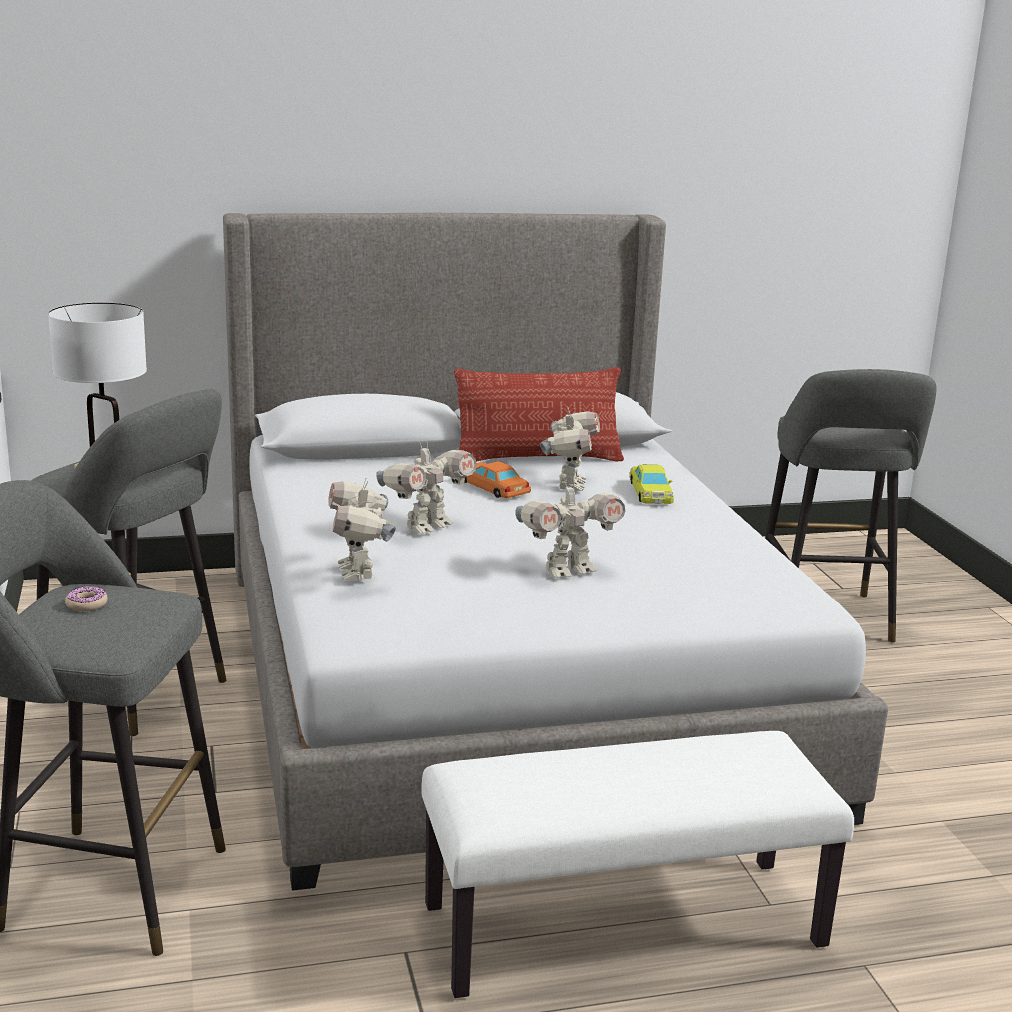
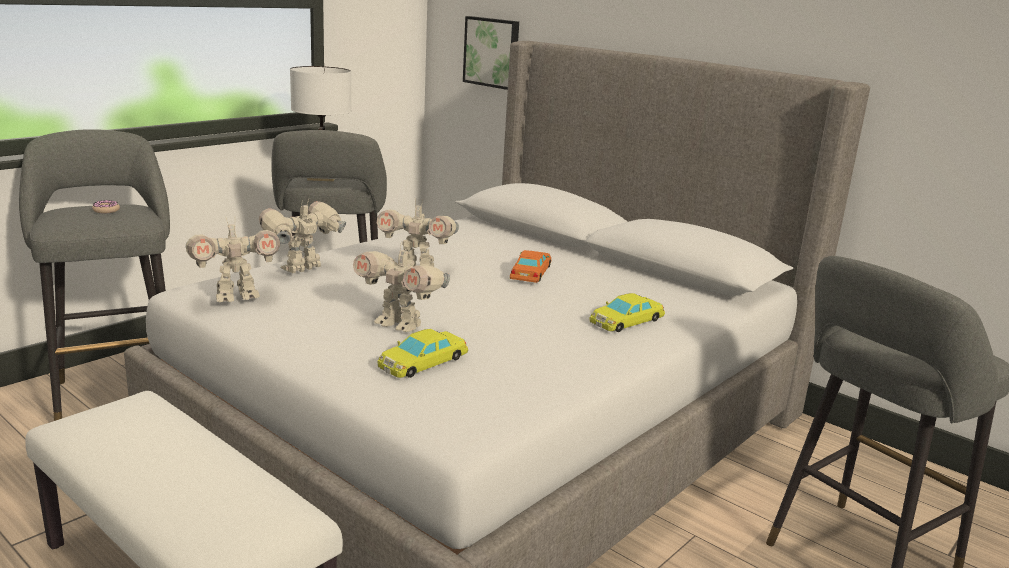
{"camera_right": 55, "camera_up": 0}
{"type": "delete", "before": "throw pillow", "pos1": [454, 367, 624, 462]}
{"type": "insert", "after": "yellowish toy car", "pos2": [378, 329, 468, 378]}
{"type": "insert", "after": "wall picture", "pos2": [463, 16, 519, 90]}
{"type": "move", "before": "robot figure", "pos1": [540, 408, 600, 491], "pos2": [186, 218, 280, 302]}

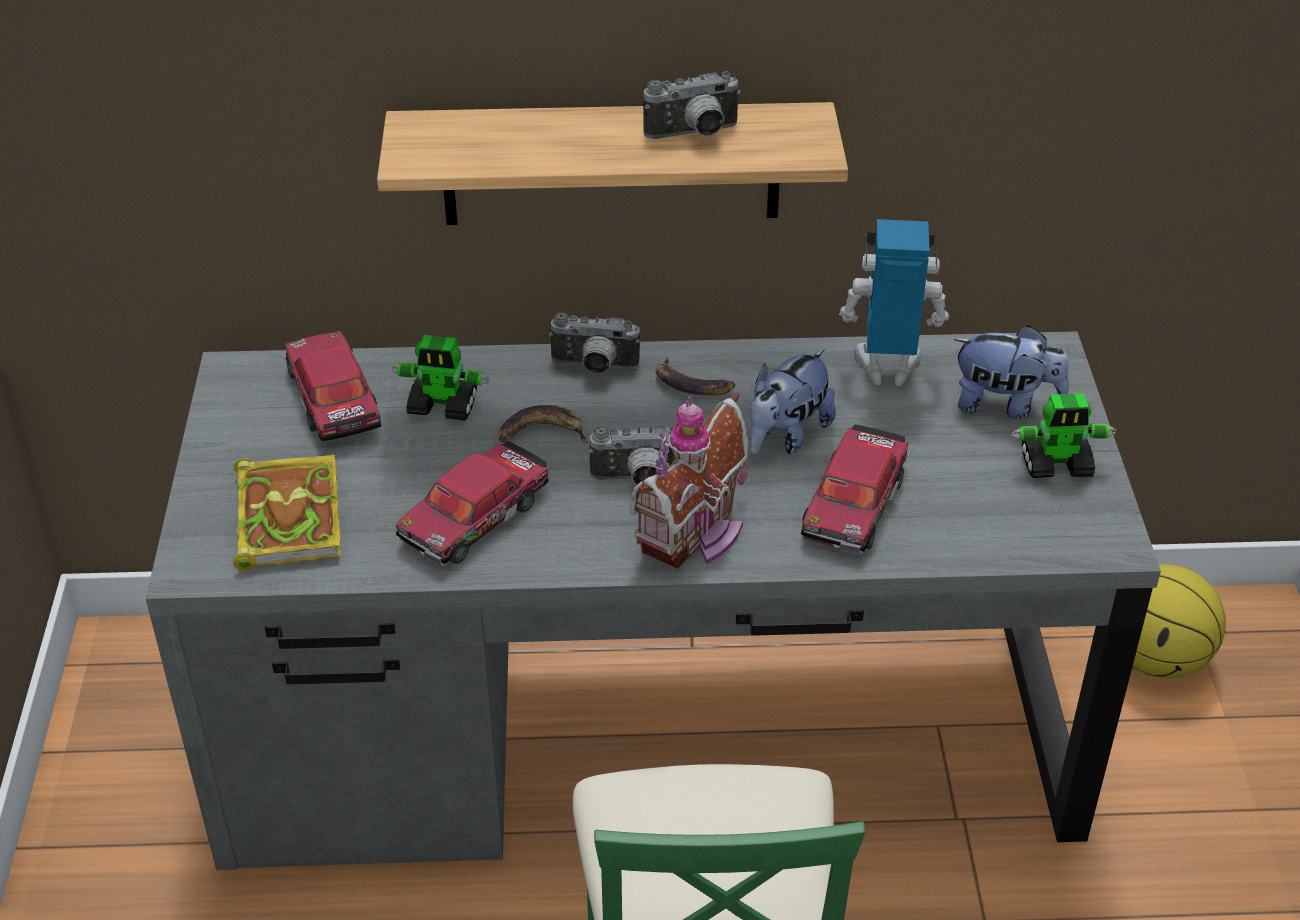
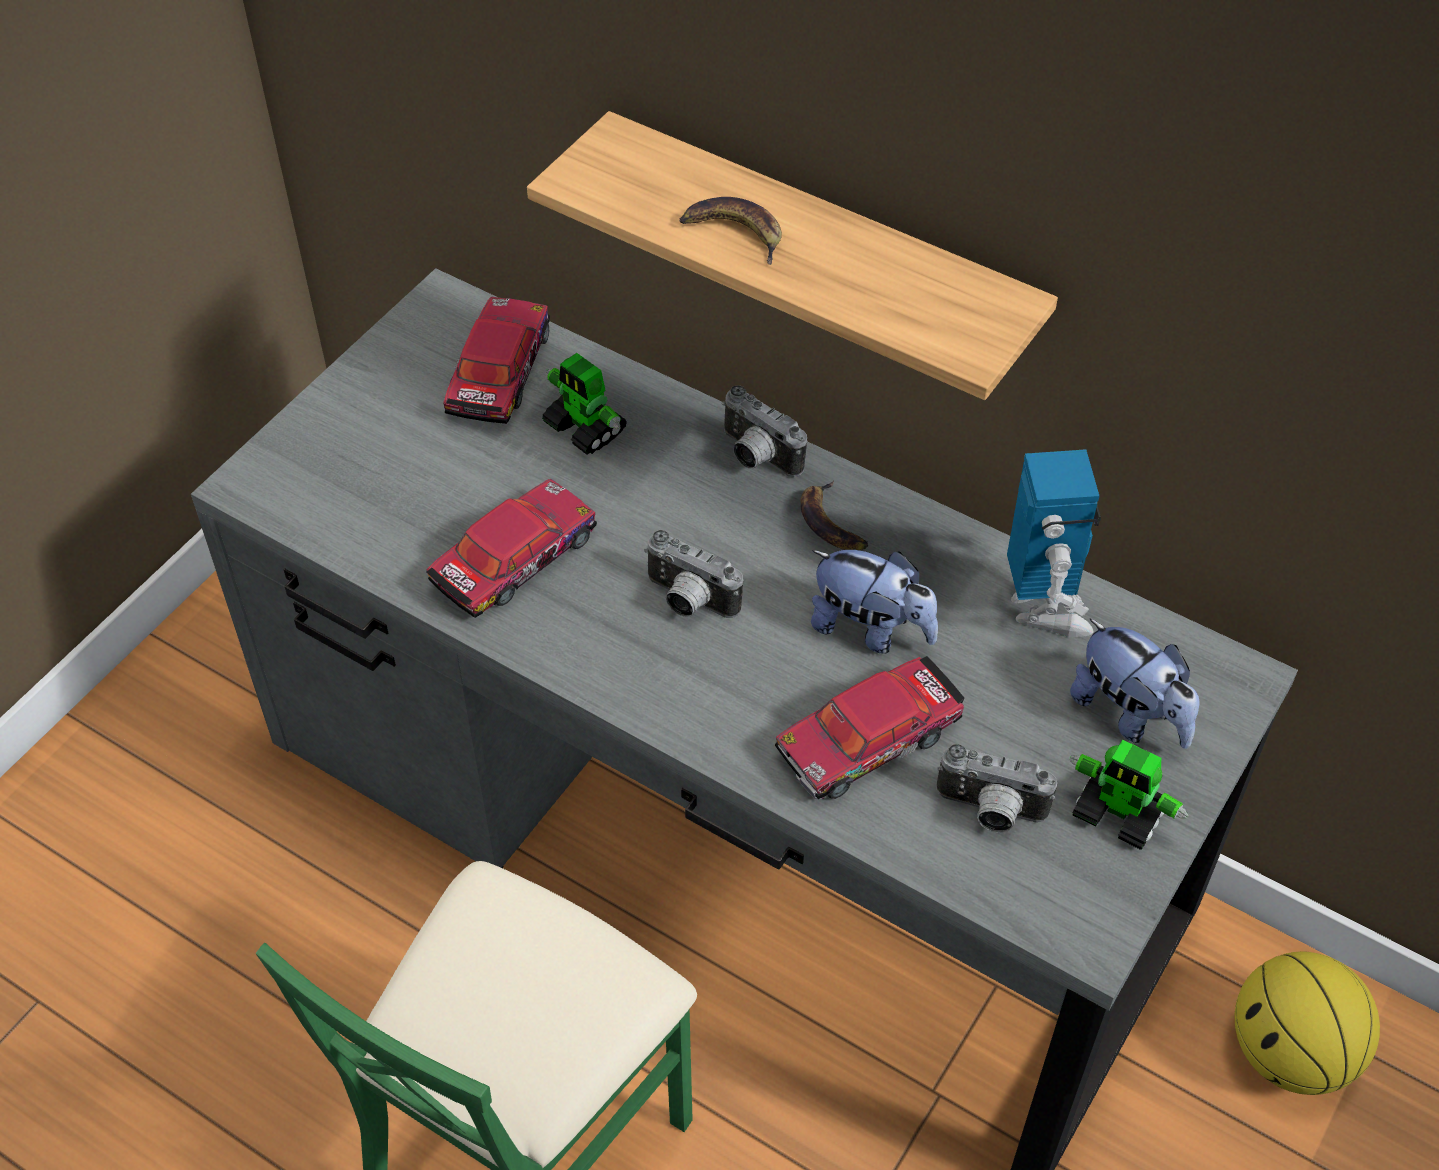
{"camera_right": 35, "camera_up": 10}
{"type": "delete", "before": "bound book", "pos1": [233, 454, 341, 571]}
{"type": "delete", "before": "model house", "pos1": [630, 392, 749, 569]}
{"type": "move", "before": "whole banana", "pos1": [498, 405, 588, 443], "pos2": [680, 197, 782, 265]}
{"type": "move", "before": "photo camera", "pos1": [643, 72, 741, 139], "pos2": [936, 744, 1057, 833]}
{"type": "rotate", "before": "toy car", "pos1": [396, 440, 549, 566], "pos2": [426, 479, 597, 618], "turn": 150}
{"type": "rotate", "before": "plush toy", "pos1": [750, 349, 836, 454], "pos2": [811, 550, 938, 654], "turn": -135}
{"type": "rotate", "before": "robot figure", "pos1": [839, 219, 949, 386], "pos2": [1007, 449, 1101, 637], "turn": 45}

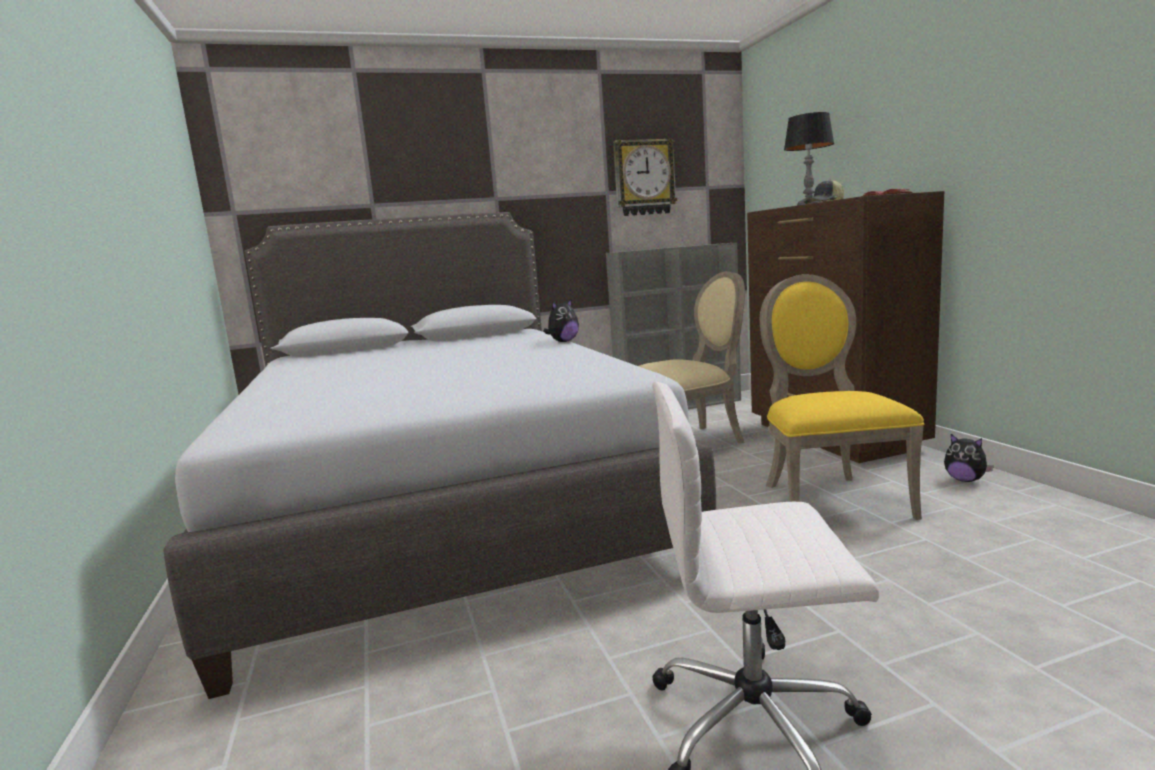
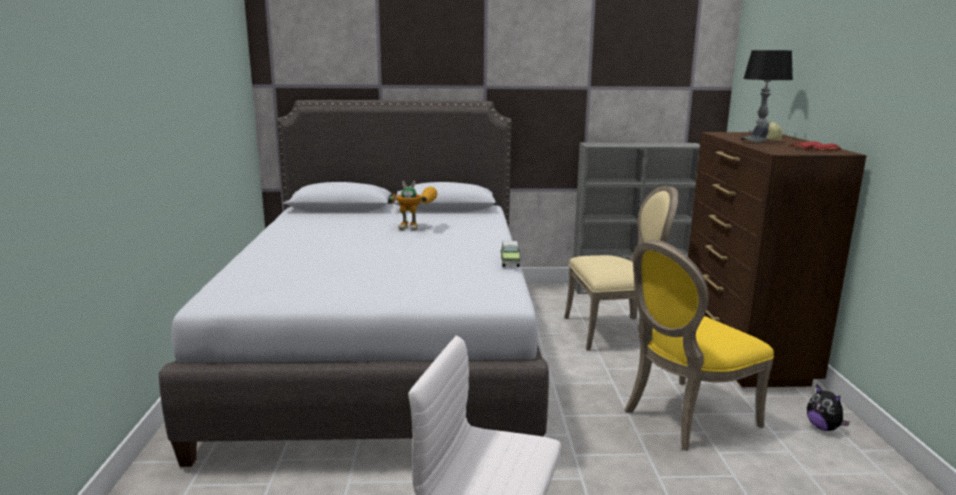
{"camera_right": 15, "camera_up": 5}
{"type": "delete", "before": "plush toy", "pos1": [543, 298, 579, 342]}
{"type": "delete", "before": "clock on the wall", "pos1": [613, 138, 677, 216]}
{"type": "insert", "after": "robot figure", "pos2": [389, 181, 438, 231]}
{"type": "insert", "after": "toy car", "pos2": [500, 241, 521, 267]}
{"type": "rotate", "before": "yellowish upright chair", "pos1": [760, 274, 924, 520], "pos2": [624, 240, 774, 451], "turn": -135}

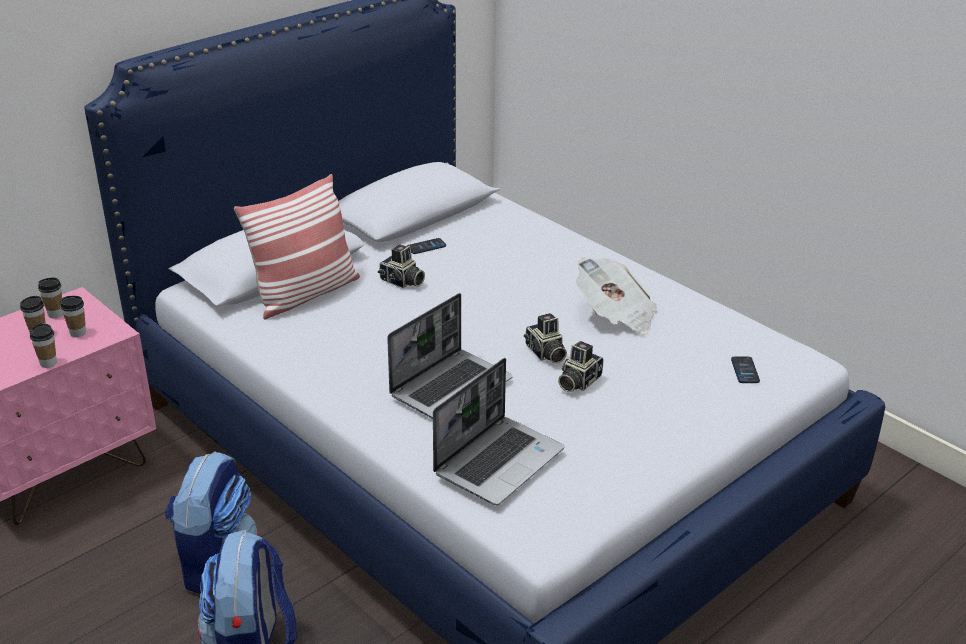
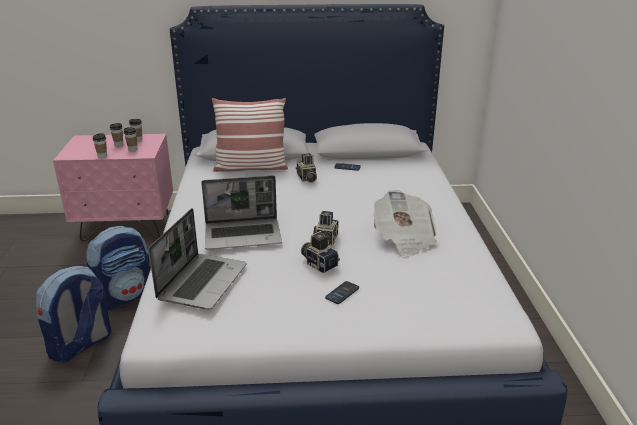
{"camera_right": 40, "camera_up": -5}
{"type": "move", "before": "telephone", "pos1": [731, 357, 760, 383], "pos2": [325, 281, 359, 304]}
{"type": "rotate", "before": "notebook computer", "pos1": [433, 358, 565, 505], "pos2": [149, 208, 247, 310], "turn": -60}
{"type": "rotate", "before": "photo camera", "pos1": [558, 341, 604, 392], "pos2": [301, 231, 340, 273], "turn": 60}

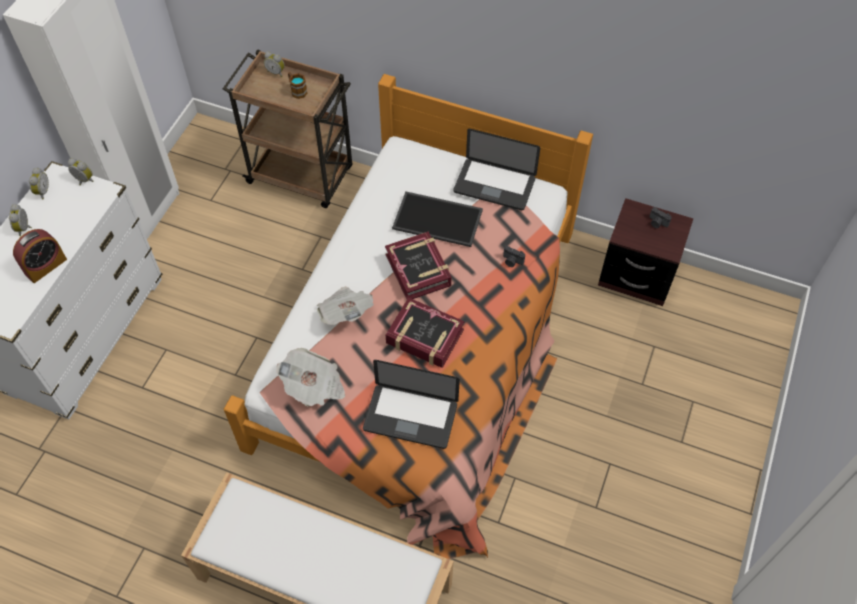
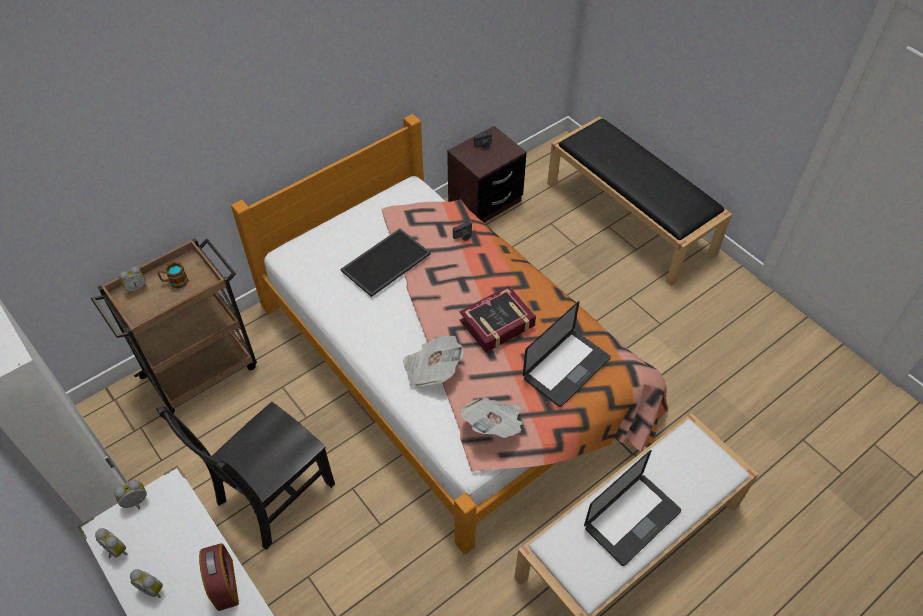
{"camera_right": -60, "camera_up": -5}
{"type": "delete", "before": "bound book", "pos1": [385, 232, 452, 299]}
{"type": "insert", "after": "blackish upright chair", "pos2": [157, 402, 335, 549]}
{"type": "insert", "after": "blackish long seat", "pos2": [547, 116, 732, 286]}
{"type": "move", "before": "notebook computer", "pos1": [453, 129, 540, 210], "pos2": [584, 450, 681, 566]}

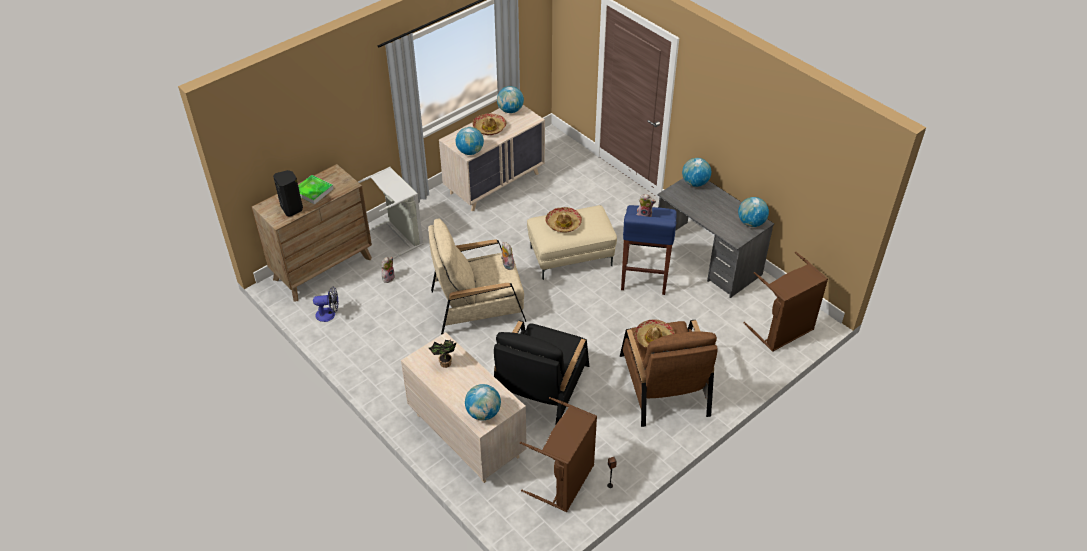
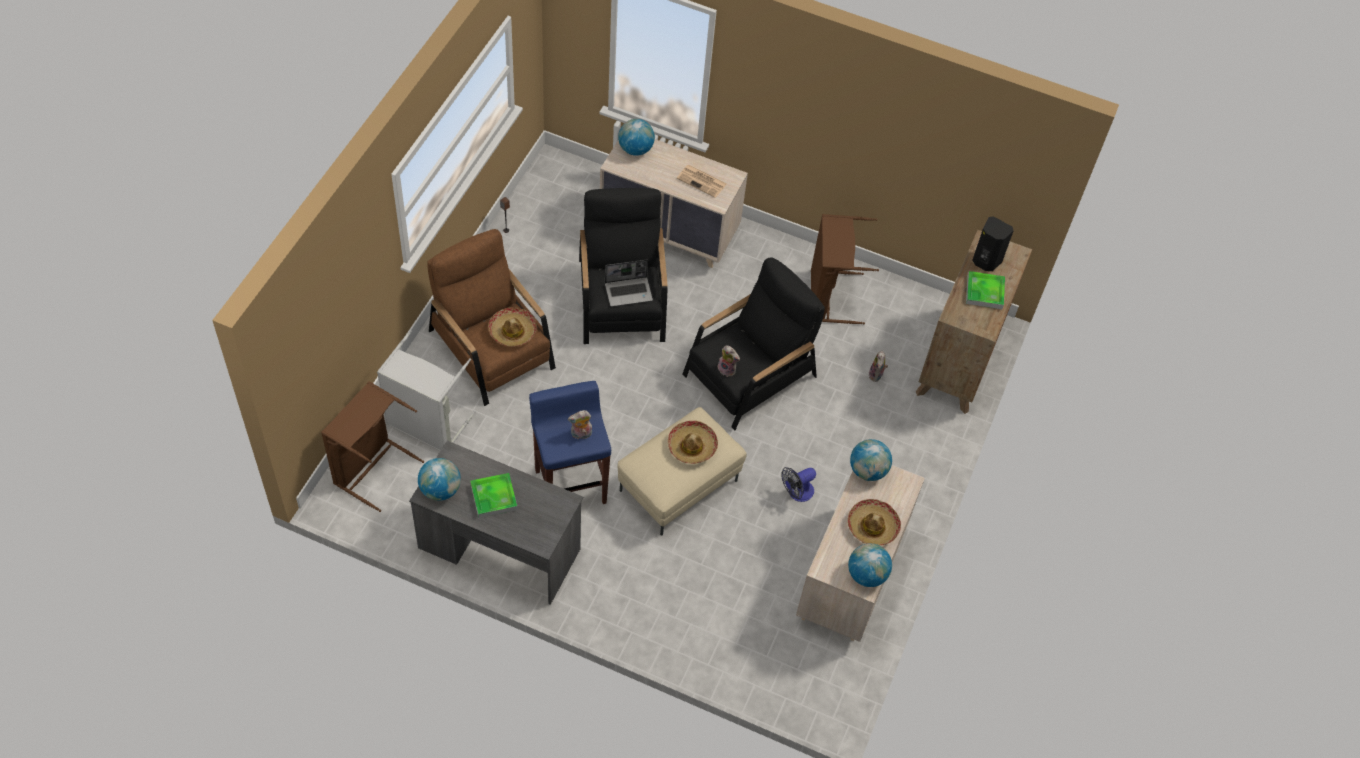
{"camera_right": 150, "camera_up": 10}
{"type": "delete", "before": "desk globe", "pos1": [682, 158, 711, 187]}
{"type": "insert", "after": "serving tray", "pos2": [470, 473, 518, 518]}
{"type": "insert", "after": "notebook computer", "pos2": [605, 259, 653, 307]}
{"type": "move", "before": "fan", "pos1": [313, 287, 338, 322], "pos2": [781, 467, 816, 502]}
{"type": "move", "before": "greyish laundry basket", "pos1": [358, 167, 423, 259], "pos2": [377, 330, 476, 451]}
{"type": "move", "before": "brownish laundry basket", "pos1": [520, 397, 597, 512], "pos2": [811, 214, 879, 324]}
{"type": "replace", "before": "potted plant", "after": "newspaper", "pos1": [428, 339, 457, 368], "pos2": [677, 165, 726, 198]}
{"type": "recolor", "before": "beige armchair", "after": "blackish armchair", "pos1": [428, 219, 526, 335], "pos2": [682, 257, 825, 430]}

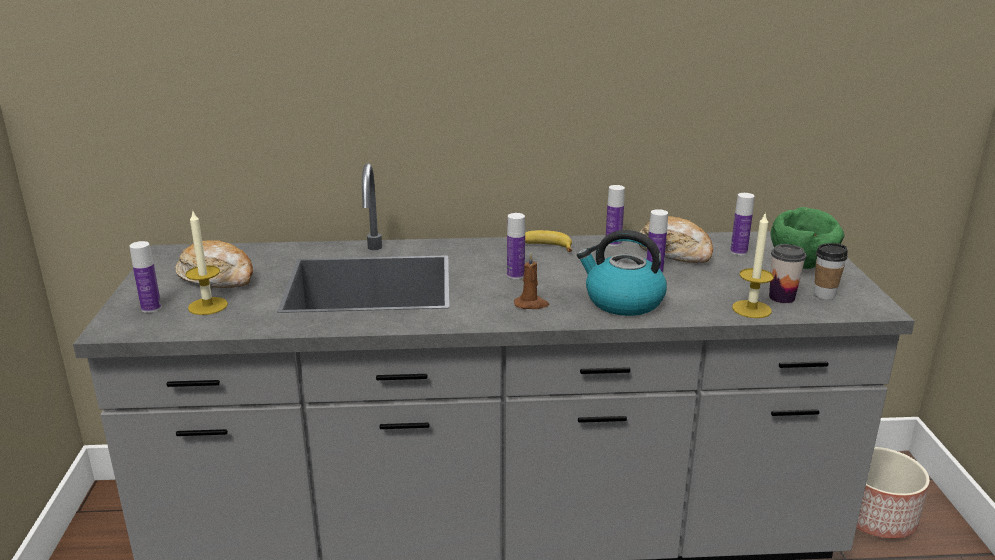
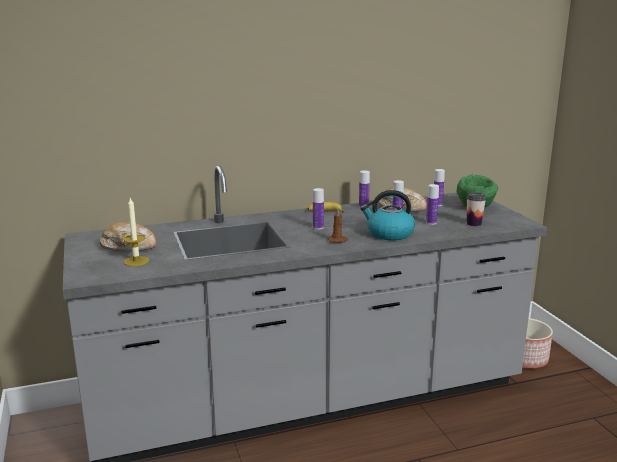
{"camera_right": -15, "camera_up": -5}
{"type": "delete", "before": "wax light", "pos1": [732, 212, 774, 318]}
{"type": "delete", "before": "drinking cup", "pos1": [814, 243, 848, 300]}
{"type": "move", "before": "drink bottle", "pos1": [129, 241, 162, 313], "pos2": [426, 184, 439, 225]}

